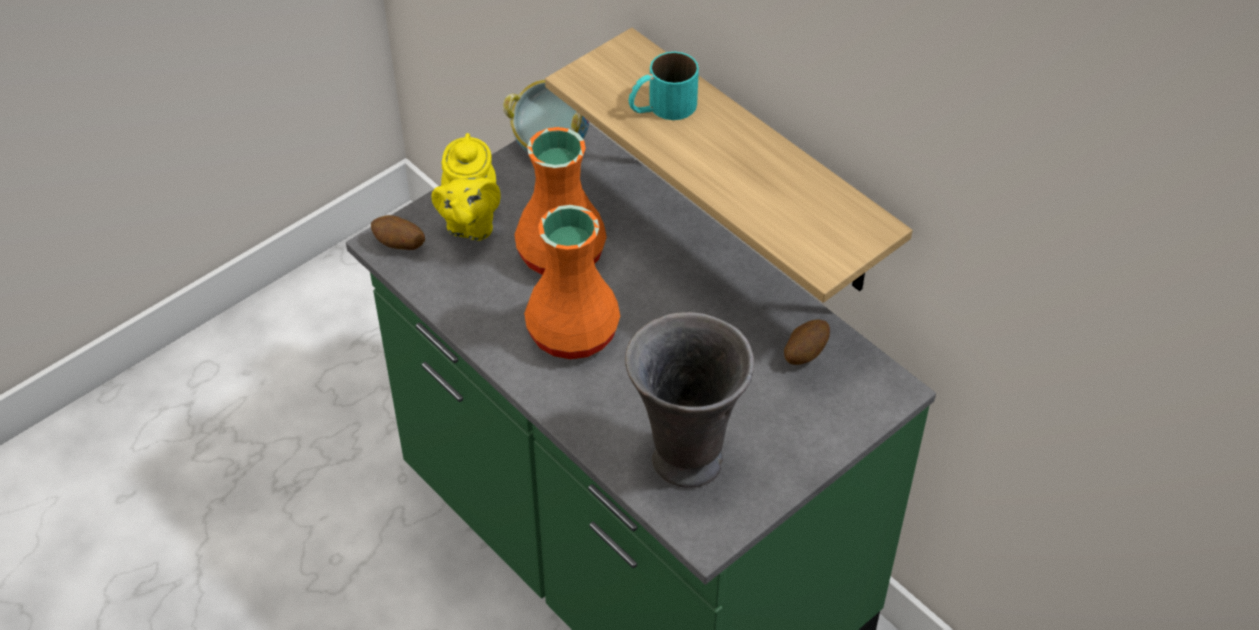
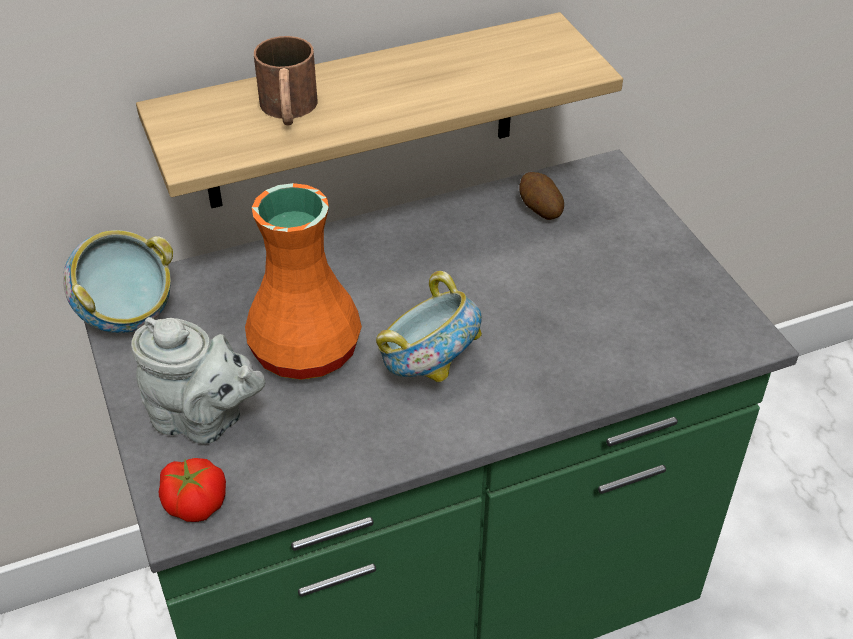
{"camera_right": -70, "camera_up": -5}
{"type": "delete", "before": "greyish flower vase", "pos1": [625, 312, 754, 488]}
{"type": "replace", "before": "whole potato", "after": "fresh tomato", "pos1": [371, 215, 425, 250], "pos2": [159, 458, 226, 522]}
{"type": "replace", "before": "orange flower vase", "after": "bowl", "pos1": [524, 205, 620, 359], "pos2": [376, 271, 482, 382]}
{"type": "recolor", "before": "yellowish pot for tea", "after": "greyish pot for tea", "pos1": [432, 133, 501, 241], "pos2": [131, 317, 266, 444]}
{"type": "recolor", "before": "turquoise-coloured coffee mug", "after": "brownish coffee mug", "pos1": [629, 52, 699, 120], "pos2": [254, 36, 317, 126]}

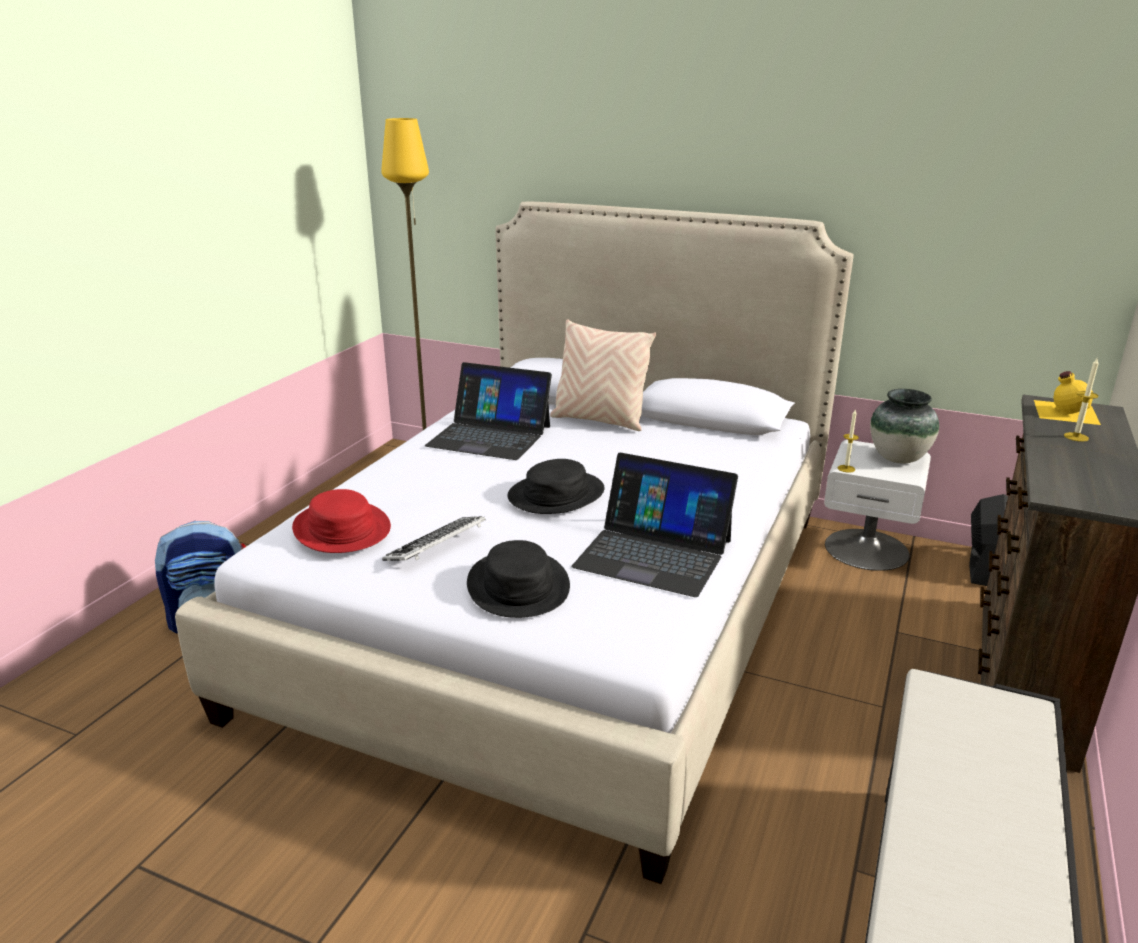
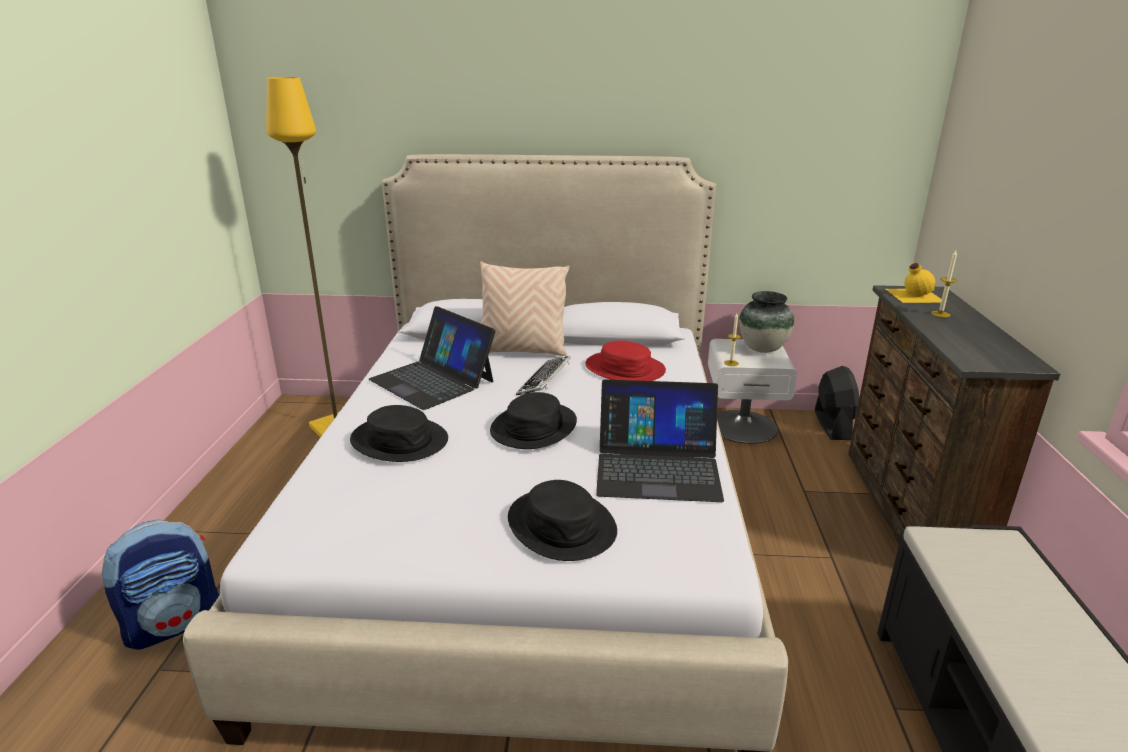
{"camera_right": -20, "camera_up": 0}
{"type": "insert", "after": "blackish hat", "pos2": [350, 405, 448, 462]}
{"type": "move", "before": "red-coloured hat", "pos1": [292, 489, 391, 553], "pos2": [585, 340, 666, 381]}
{"type": "move", "before": "computer keyboard", "pos1": [382, 516, 486, 561], "pos2": [516, 356, 571, 396]}
{"type": "rotate", "before": "notebook computer", "pos1": [425, 362, 552, 460], "pos2": [369, 306, 496, 410], "turn": 45}

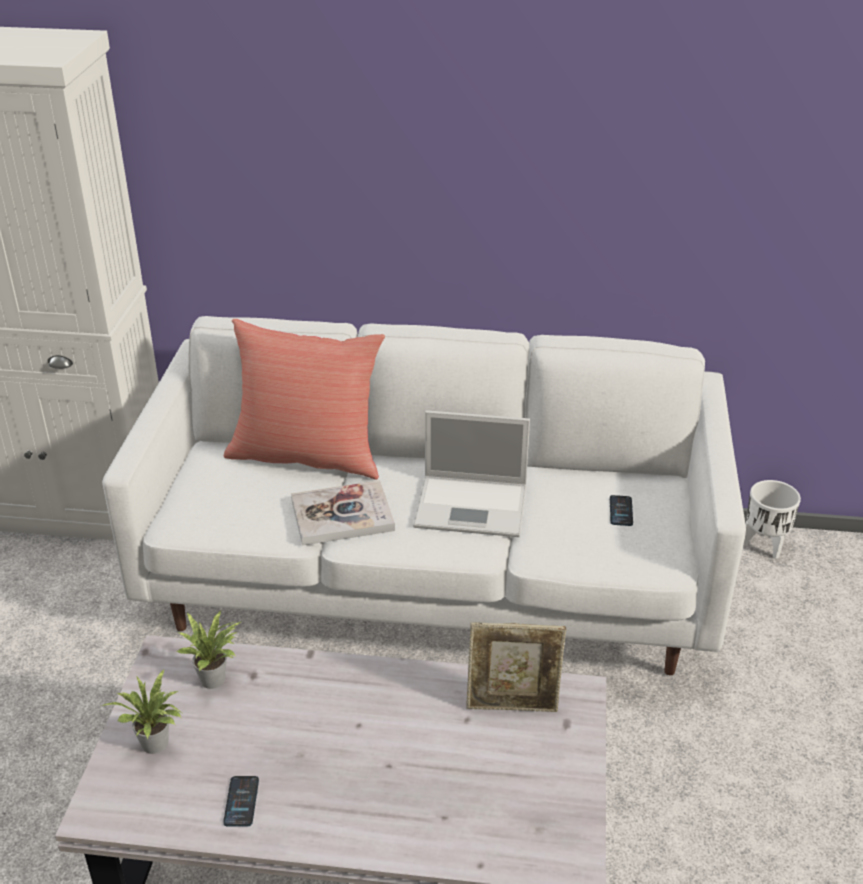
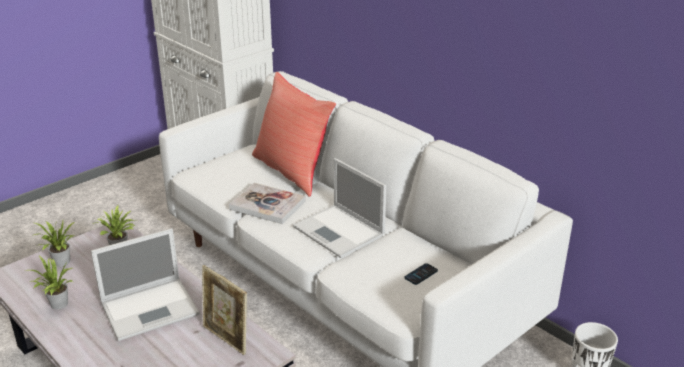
{"camera_right": 40, "camera_up": -5}
{"type": "insert", "after": "notebook computer", "pos2": [91, 228, 200, 341]}
{"type": "replace", "before": "telephone", "after": "potted plant", "pos1": [223, 776, 259, 827], "pos2": [24, 256, 73, 309]}

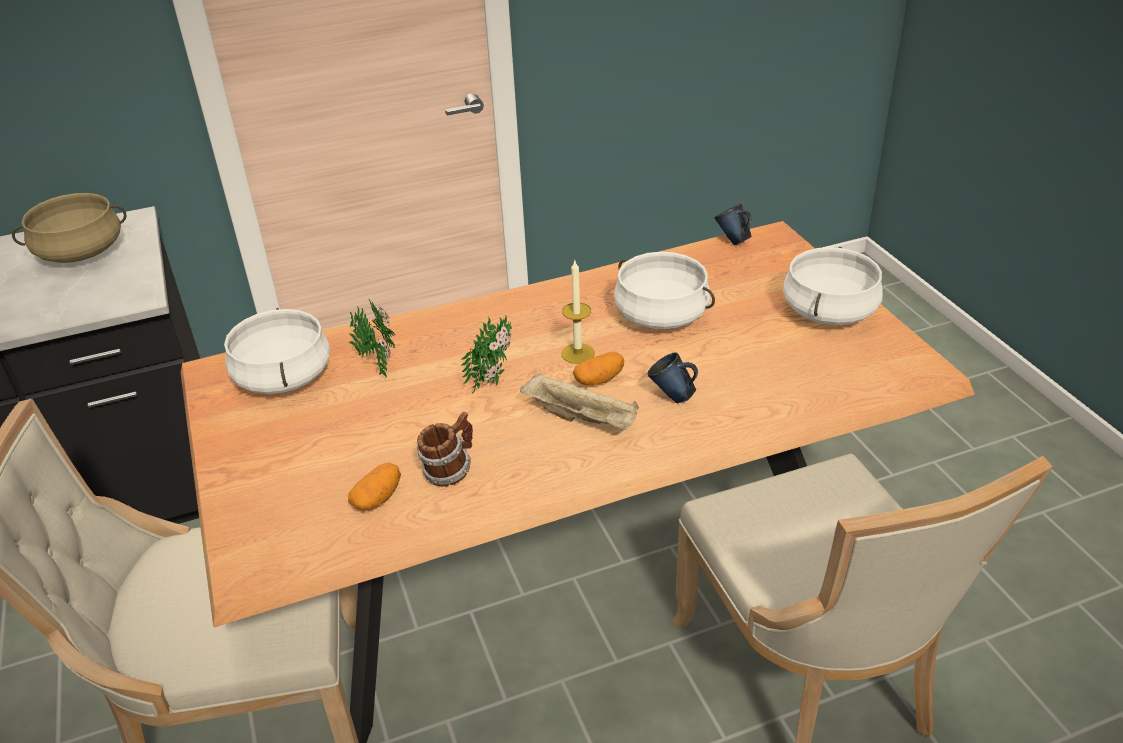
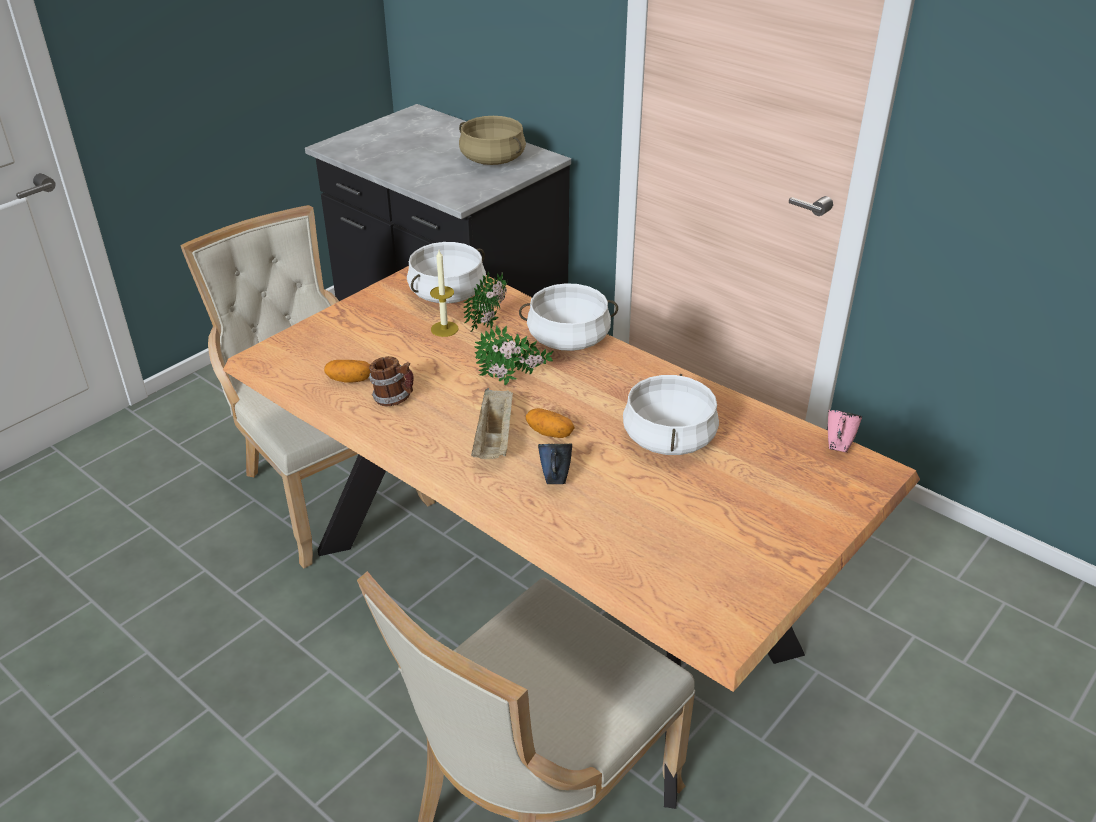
{"camera_right": 60, "camera_up": 0}
{"type": "move", "before": "wax light", "pos1": [562, 259, 595, 364], "pos2": [430, 250, 458, 337]}
{"type": "move", "before": "white-coloured cooking pot", "pos1": [783, 247, 883, 325], "pos2": [519, 283, 618, 351]}
{"type": "recolor", "before": "bluish coffee mug", "after": "pink-coloured coffee mug", "pos1": [714, 204, 752, 245], "pos2": [828, 410, 862, 453]}

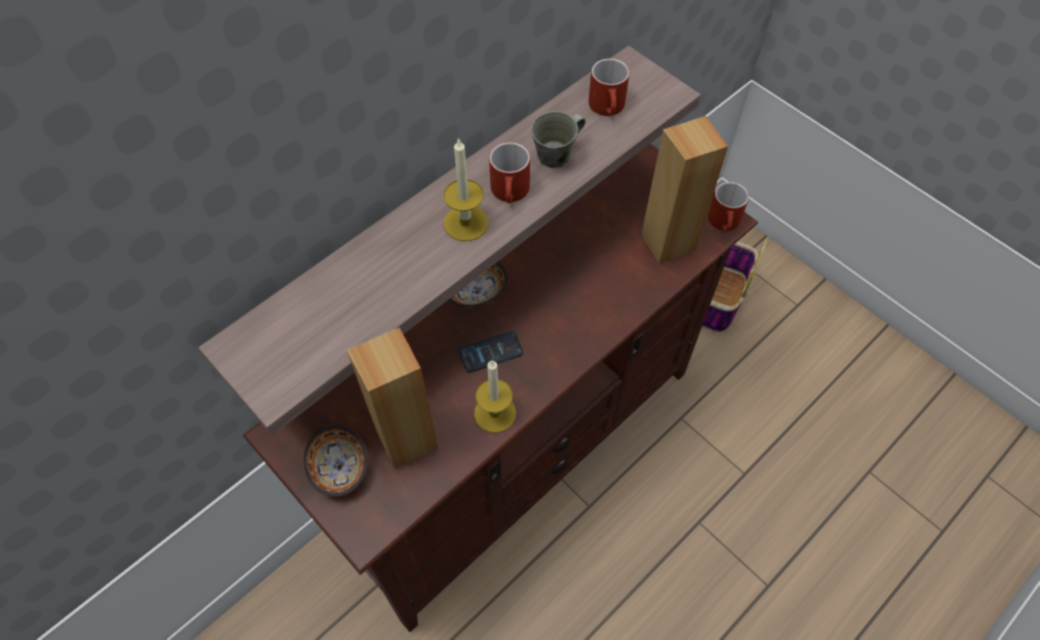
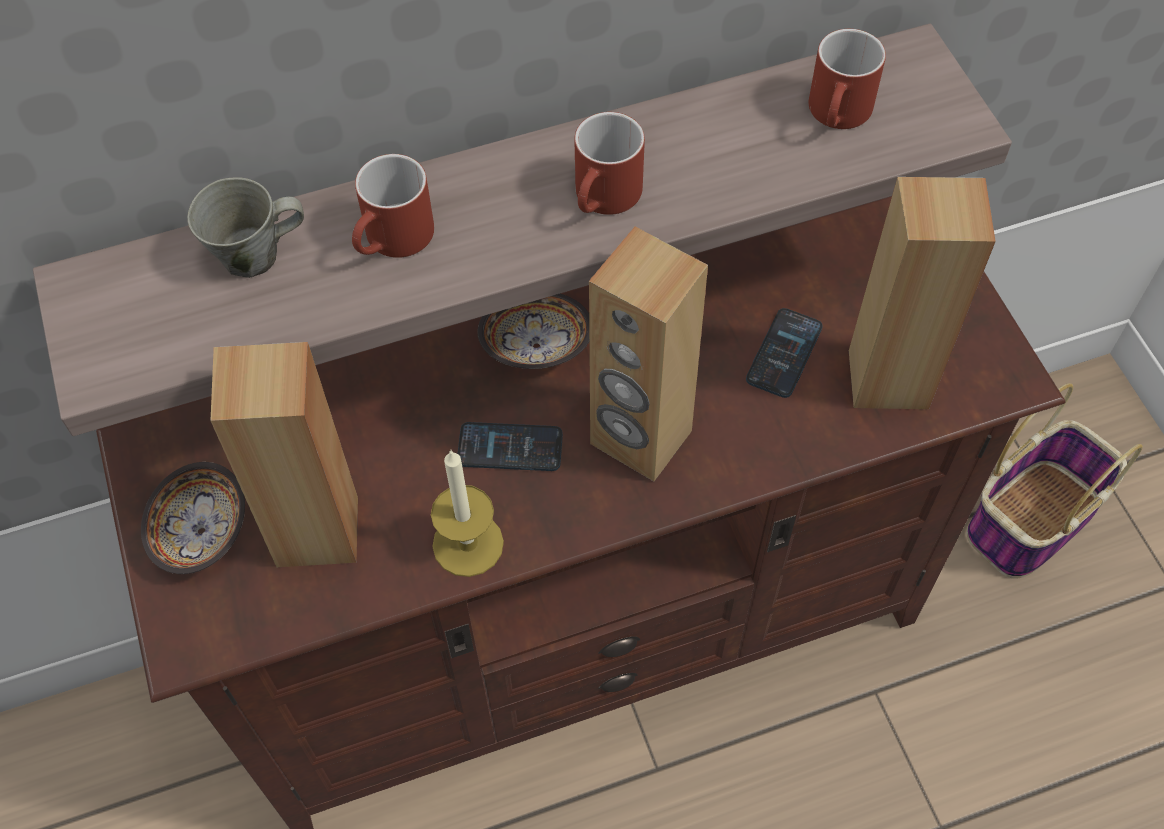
{"camera_right": 25, "camera_up": 0}
{"type": "delete", "before": "wax light", "pos1": [444, 138, 488, 241]}
{"type": "insert", "after": "brownish loudspeaker", "pos2": [589, 227, 708, 481]}
{"type": "insert", "after": "telephone", "pos2": [746, 308, 823, 398]}
{"type": "move", "before": "greyish coffee mug", "pos1": [531, 111, 586, 168], "pos2": [187, 177, 304, 278]}
{"type": "move", "before": "red-coloured coffee mug", "pos1": [708, 182, 749, 232], "pos2": [352, 154, 434, 258]}

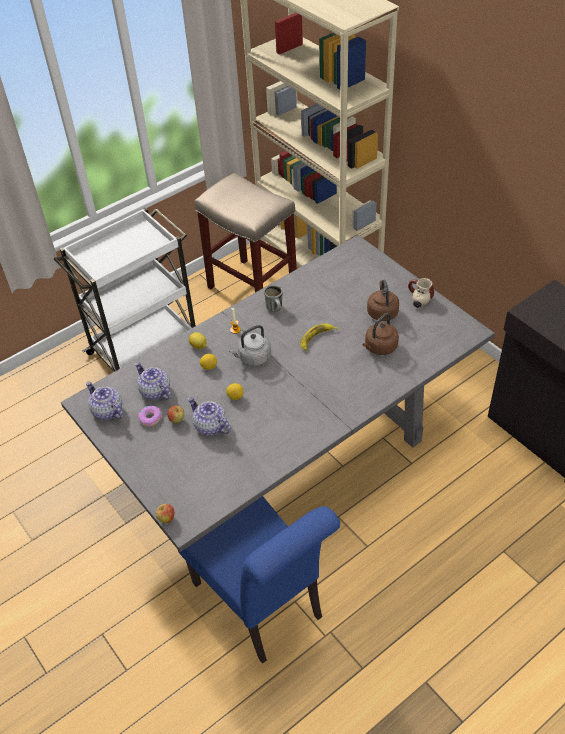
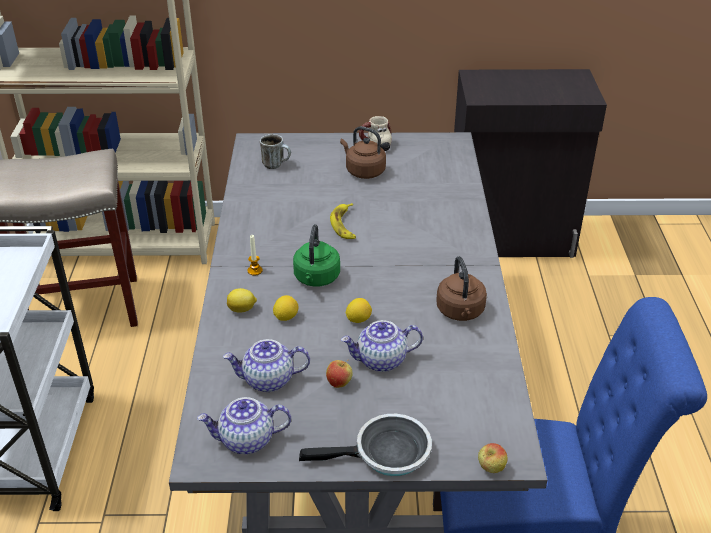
{"camera_right": -55, "camera_up": -10}
{"type": "delete", "before": "doughnut", "pos1": [138, 405, 162, 426]}
{"type": "insert", "after": "pan", "pos2": [299, 414, 432, 476]}
{"type": "move", "before": "coffee mug", "pos1": [264, 285, 283, 312], "pos2": [260, 134, 291, 169]}
{"type": "move", "before": "brownish water kettle", "pos1": [362, 313, 399, 355], "pos2": [436, 256, 487, 321]}
{"type": "recolor", "before": "greyish water kettle", "after": "greenish water kettle", "pos1": [229, 325, 271, 366], "pos2": [293, 224, 340, 287]}

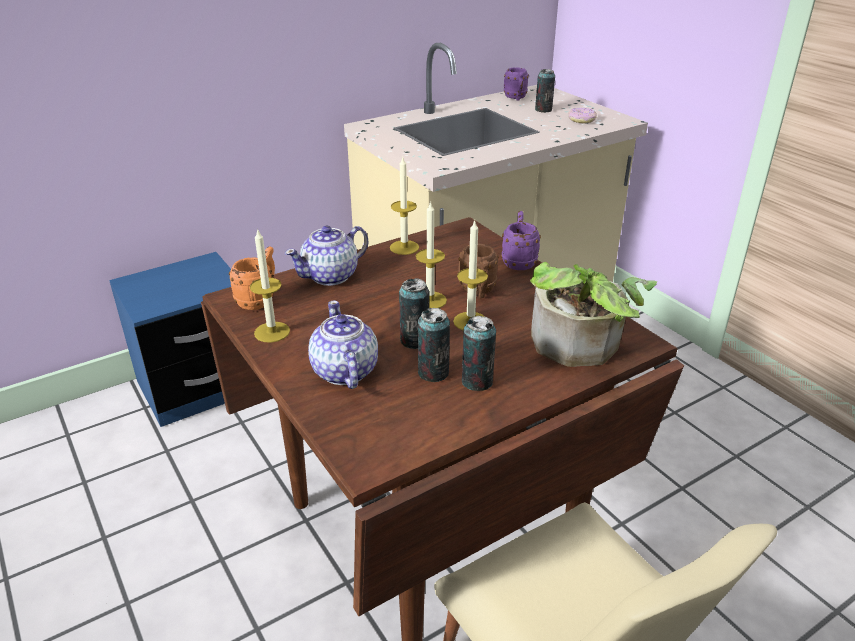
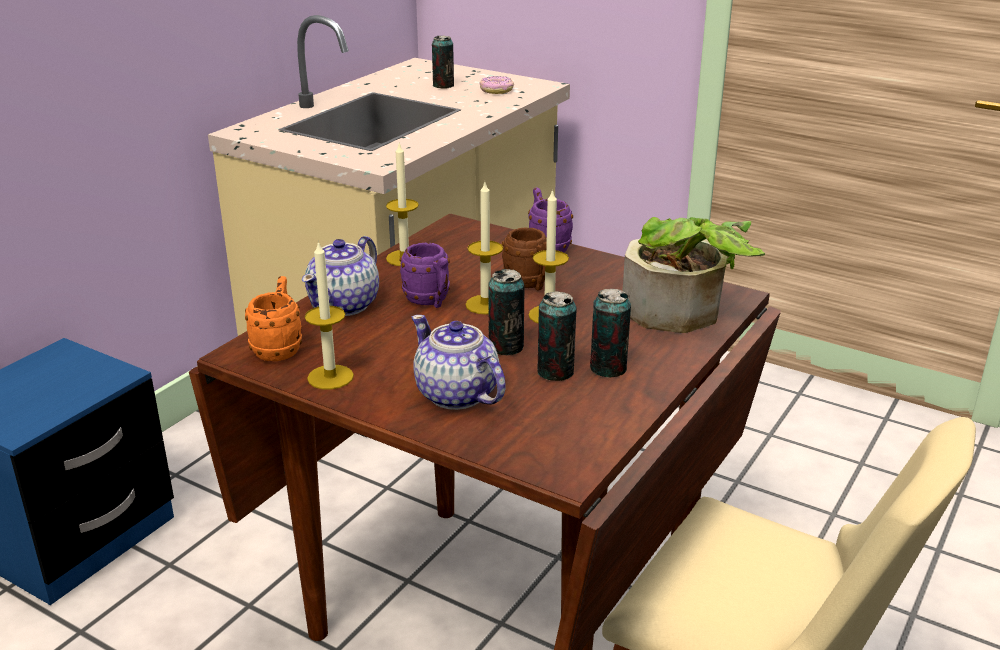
{"camera_right": -25, "camera_up": -5}
{"type": "move", "before": "purple coffee mug", "pos1": [504, 68, 529, 101], "pos2": [400, 243, 450, 308]}

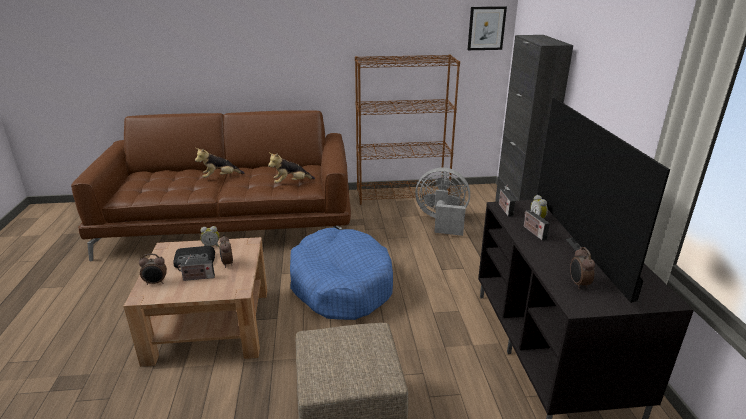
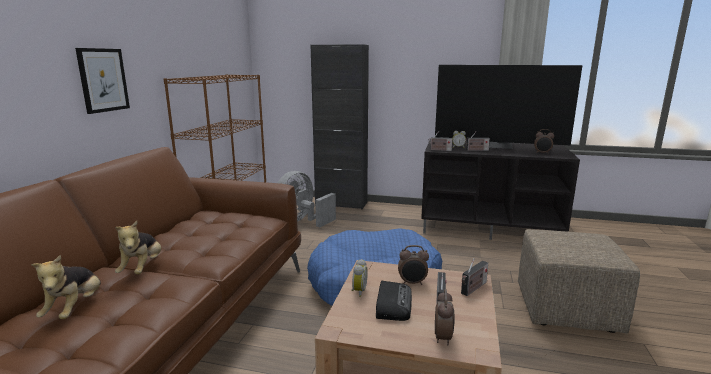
{"camera_right": -70, "camera_up": -10}
{"type": "insert", "after": "radio set", "pos2": [461, 258, 488, 296]}
{"type": "move", "before": "plush toy", "pos1": [268, 153, 315, 183], "pos2": [31, 255, 101, 319]}
{"type": "move", "before": "wall picture", "pos1": [468, 6, 507, 50], "pos2": [75, 48, 130, 114]}

